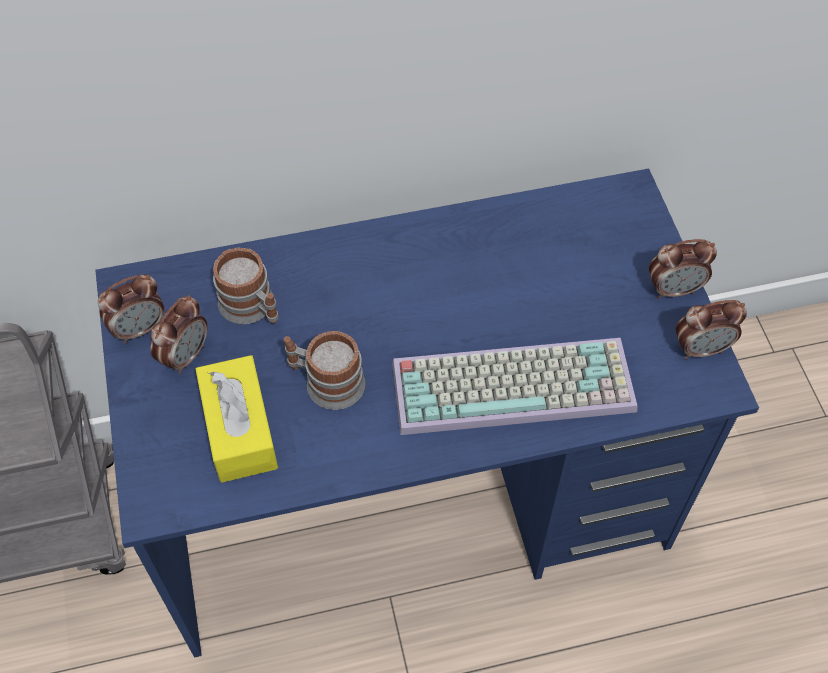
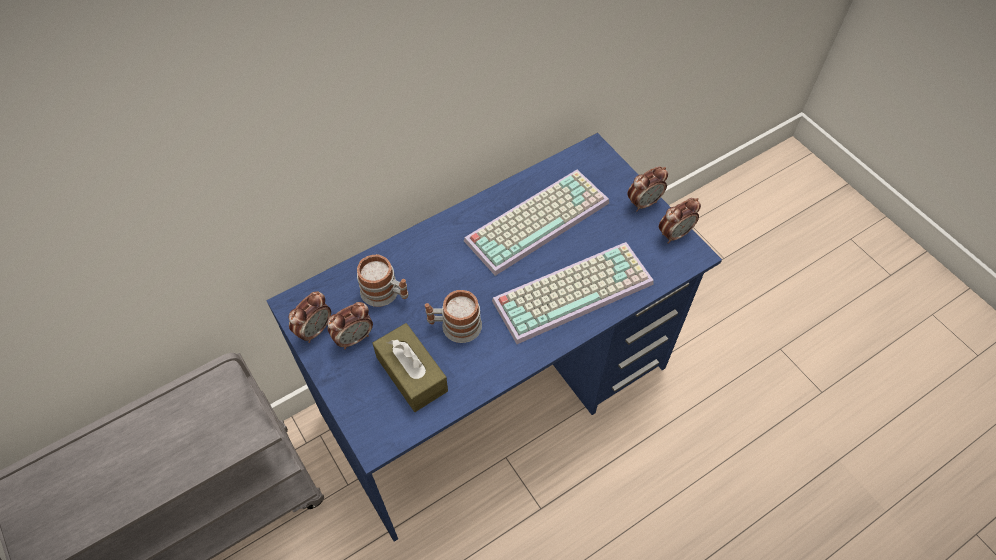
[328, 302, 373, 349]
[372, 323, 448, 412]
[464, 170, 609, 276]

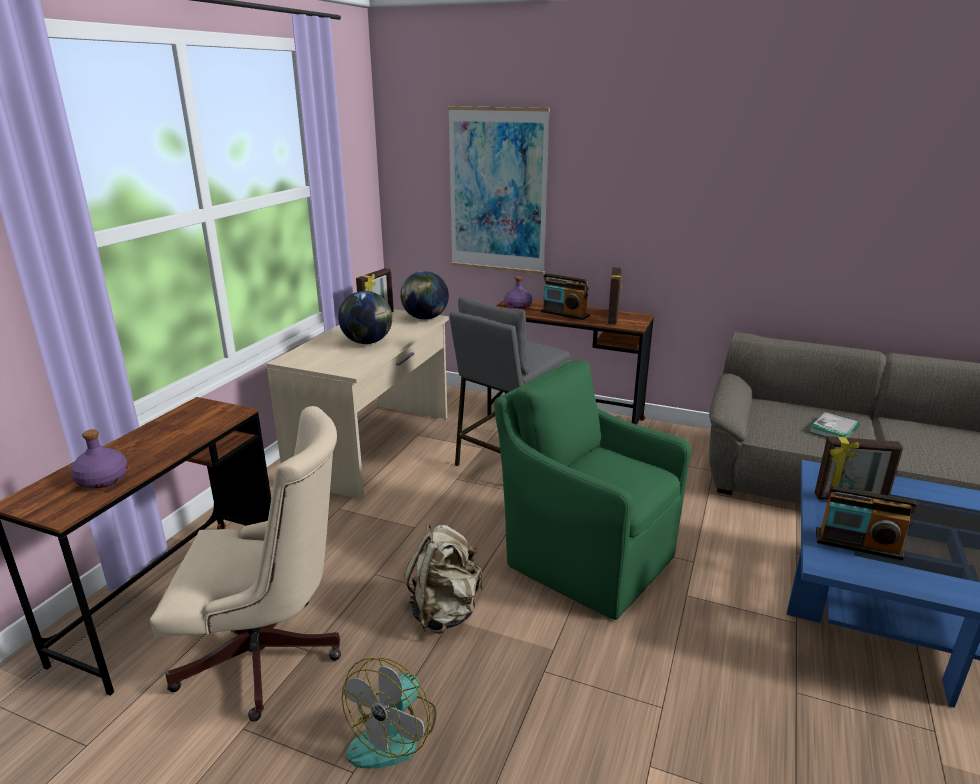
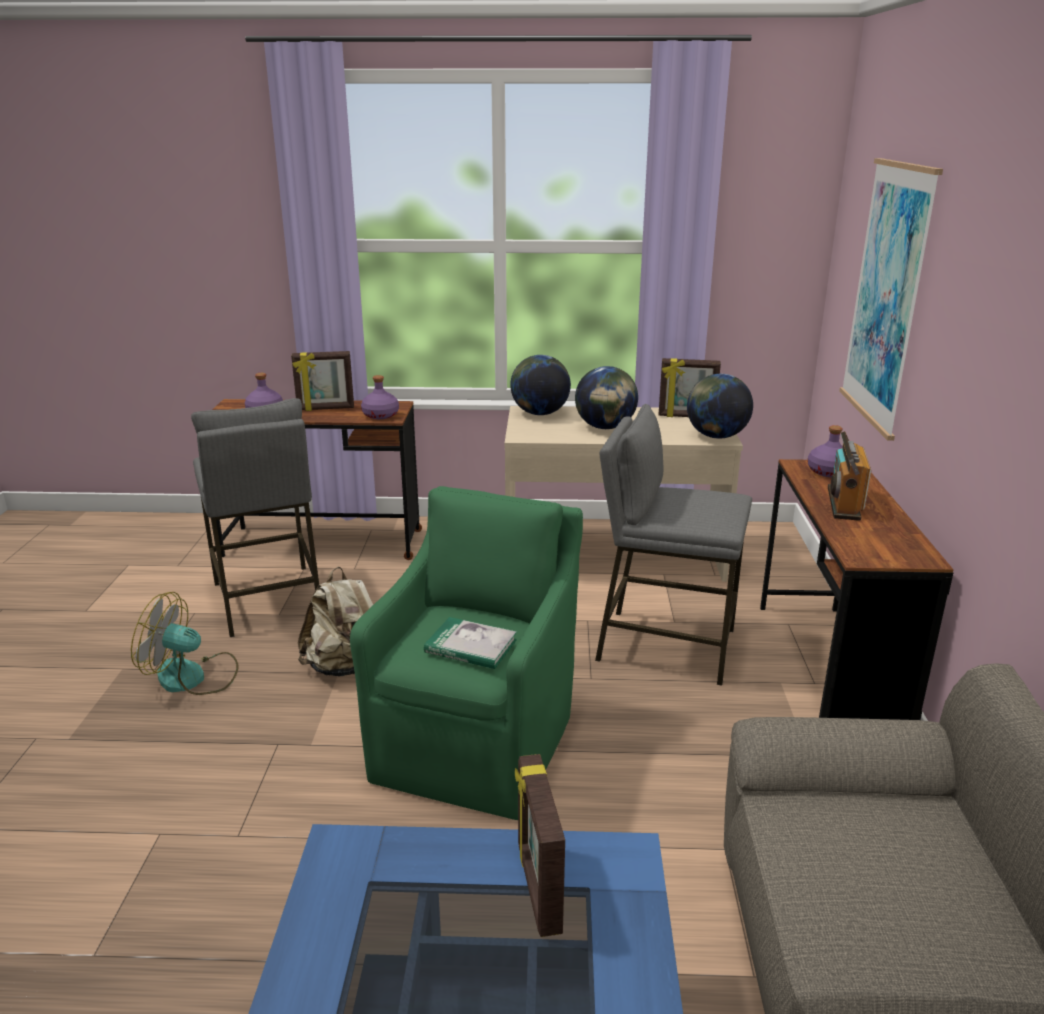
[191, 398, 319, 637]
[291, 351, 354, 411]
[361, 375, 399, 419]
[424, 617, 517, 669]
[510, 355, 571, 415]
[816, 486, 917, 560] (first image)

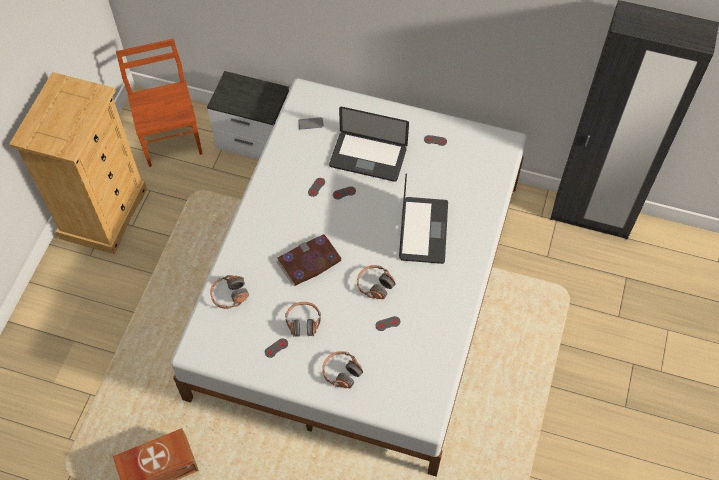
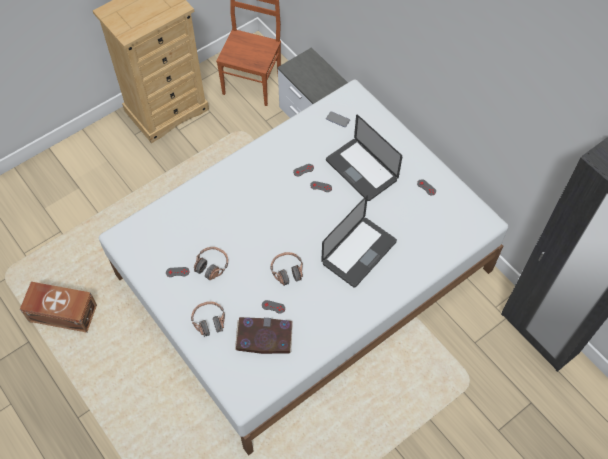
[235, 317, 293, 354]
[210, 275, 249, 309] (first image)

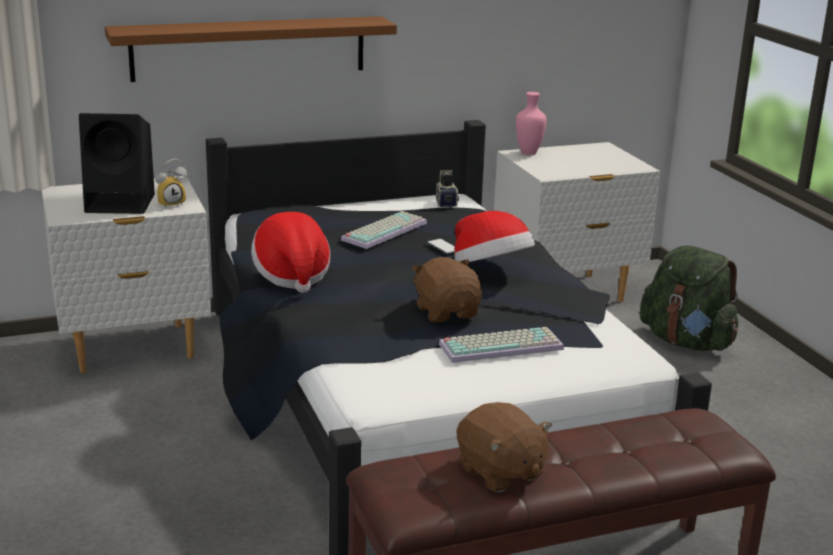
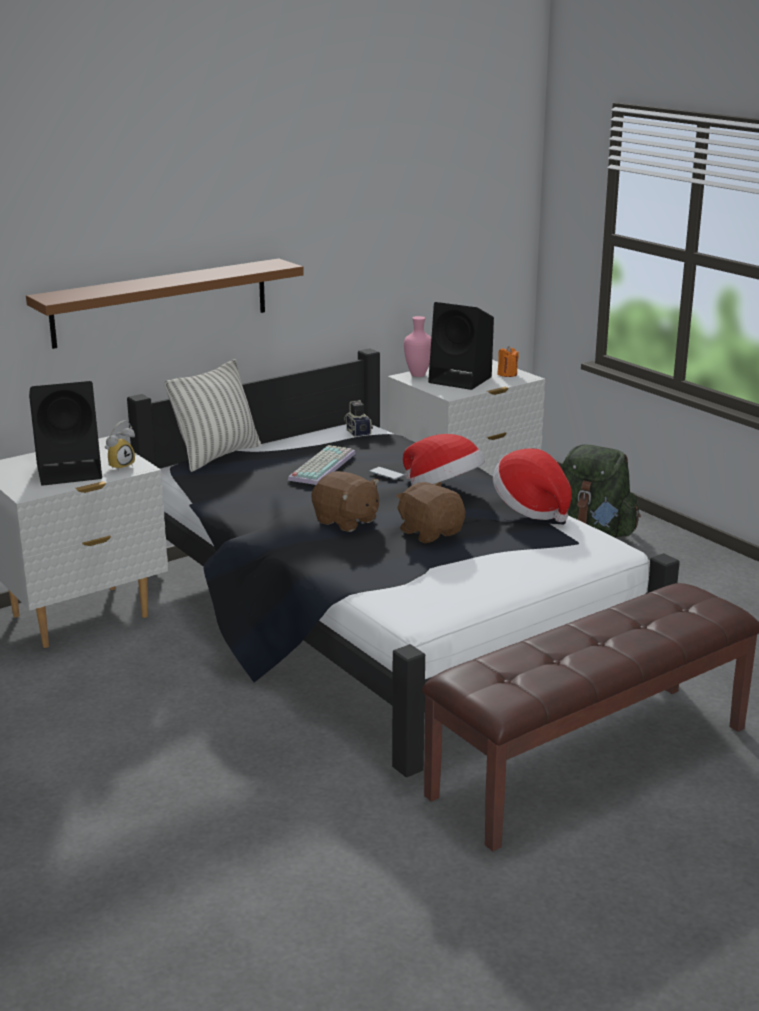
[165, 359, 261, 472]
[311, 471, 379, 532]
[428, 302, 494, 390]
[493, 448, 572, 522]
[497, 346, 519, 377]
[439, 327, 564, 363] (first image)

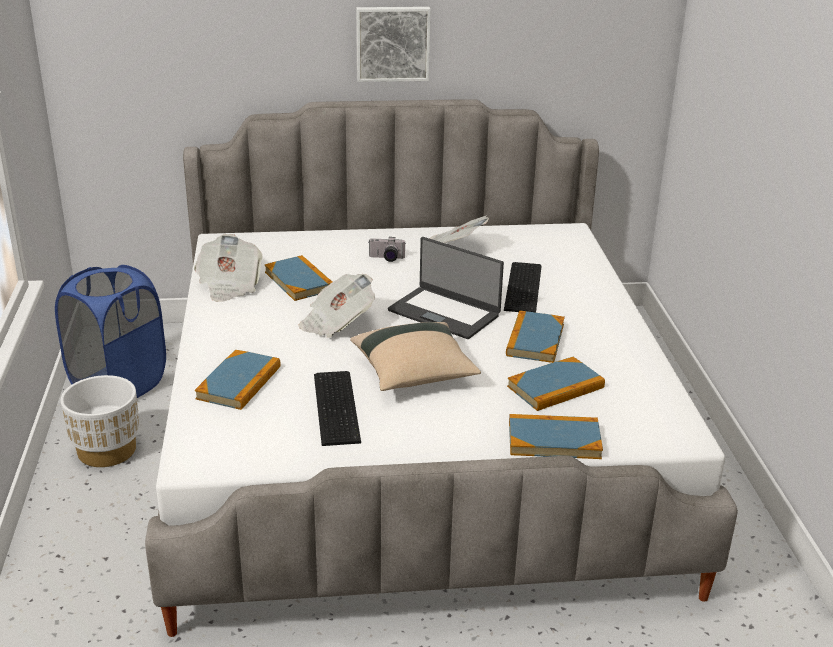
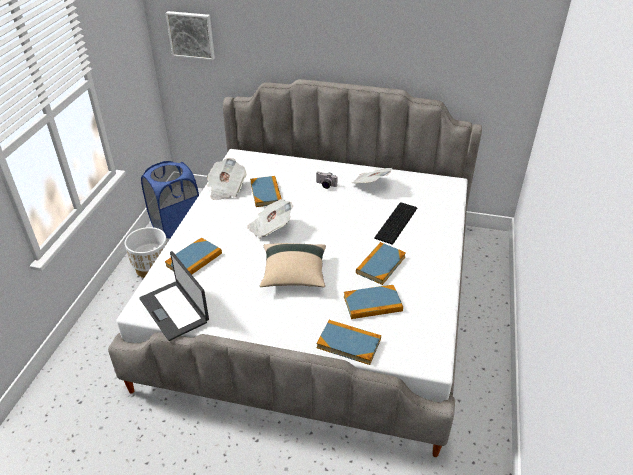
[139, 251, 209, 341]
[166, 11, 215, 60]
[314, 371, 361, 446] (first image)

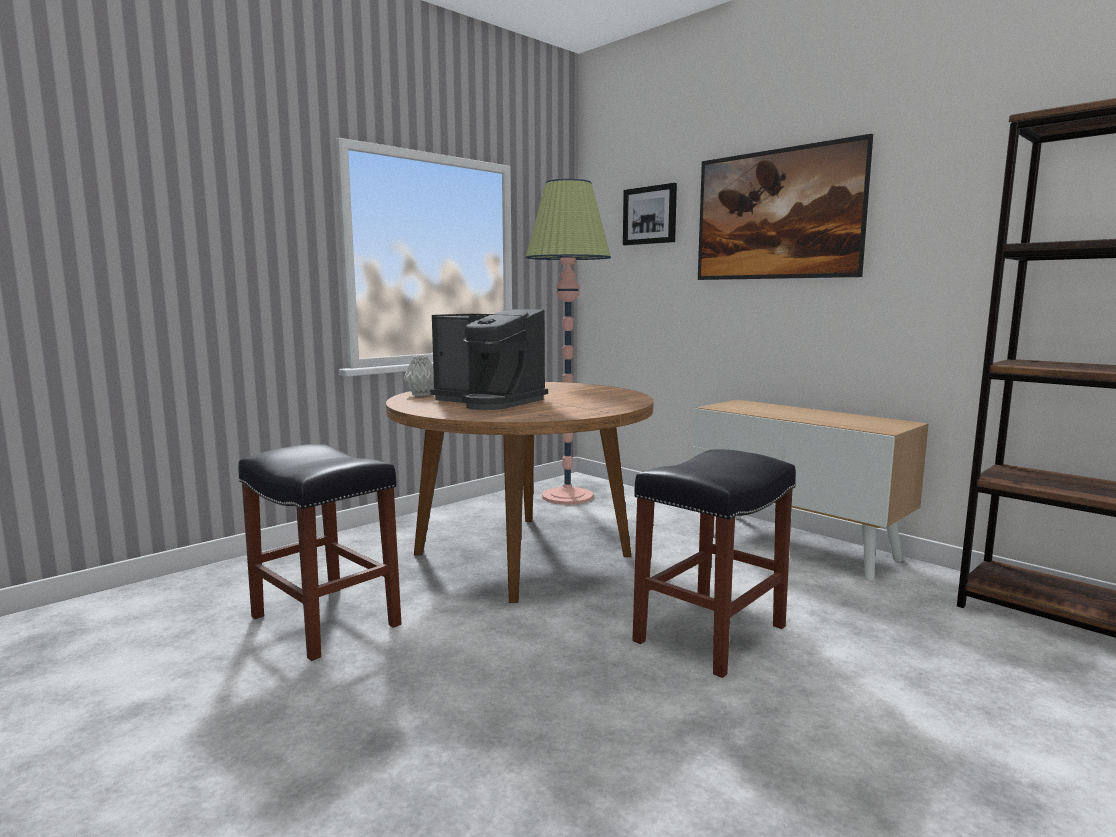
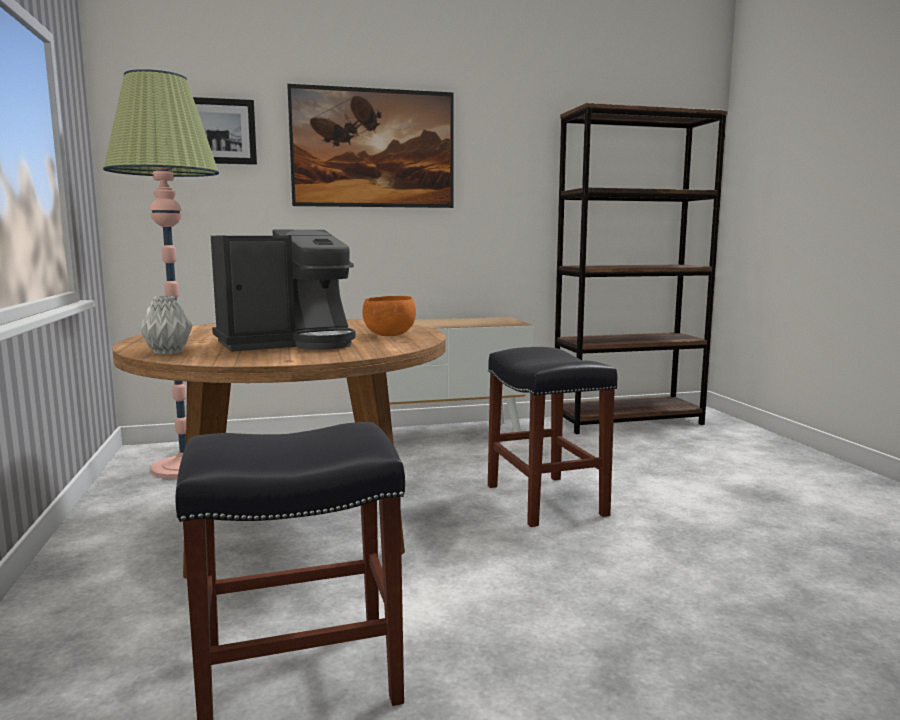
[363, 296, 416, 336]

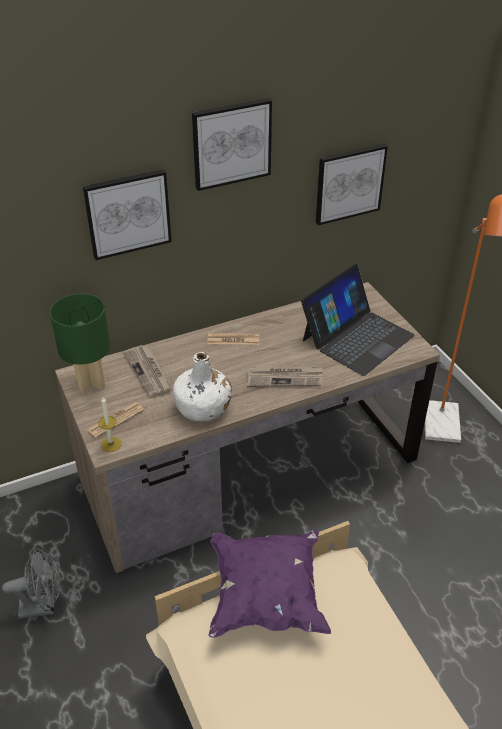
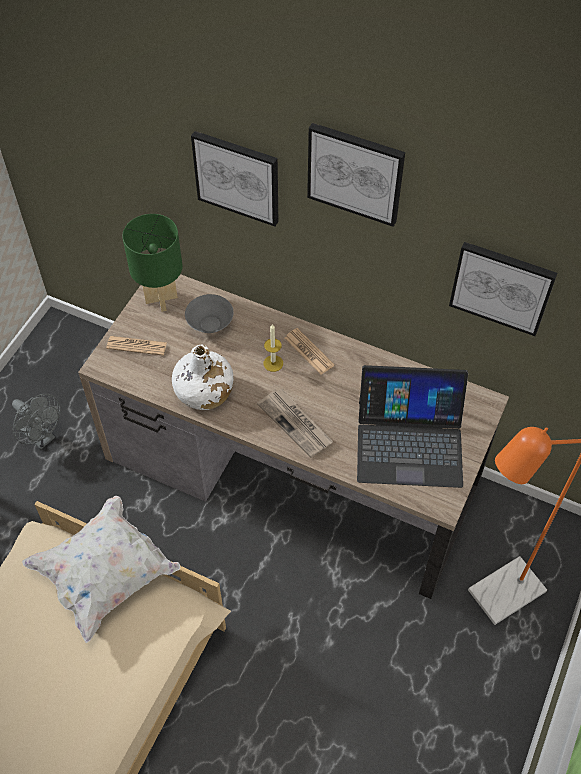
[22, 496, 180, 643]
[185, 294, 234, 333]
[263, 324, 283, 372]

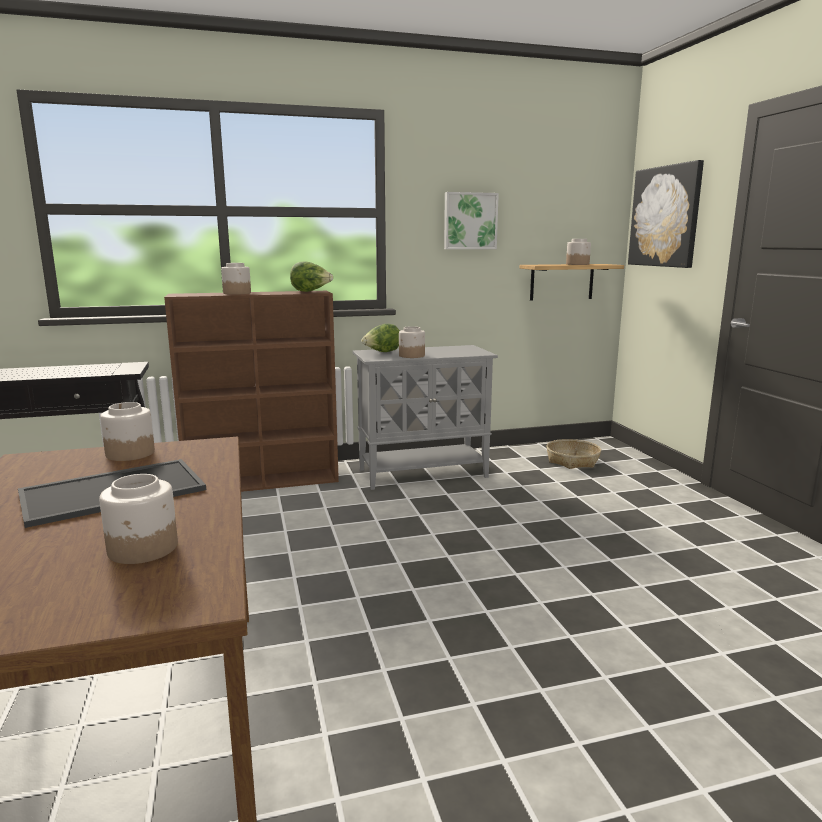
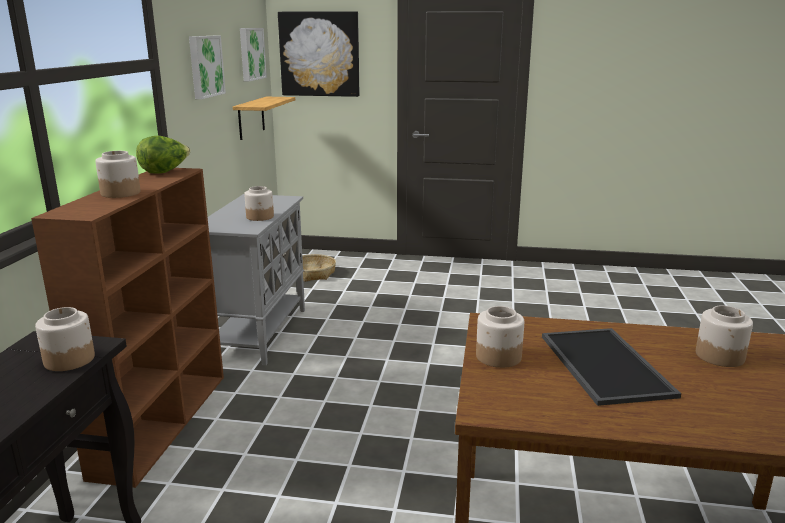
[35, 307, 95, 371]
[240, 28, 267, 81]
[361, 324, 400, 352] (first image)

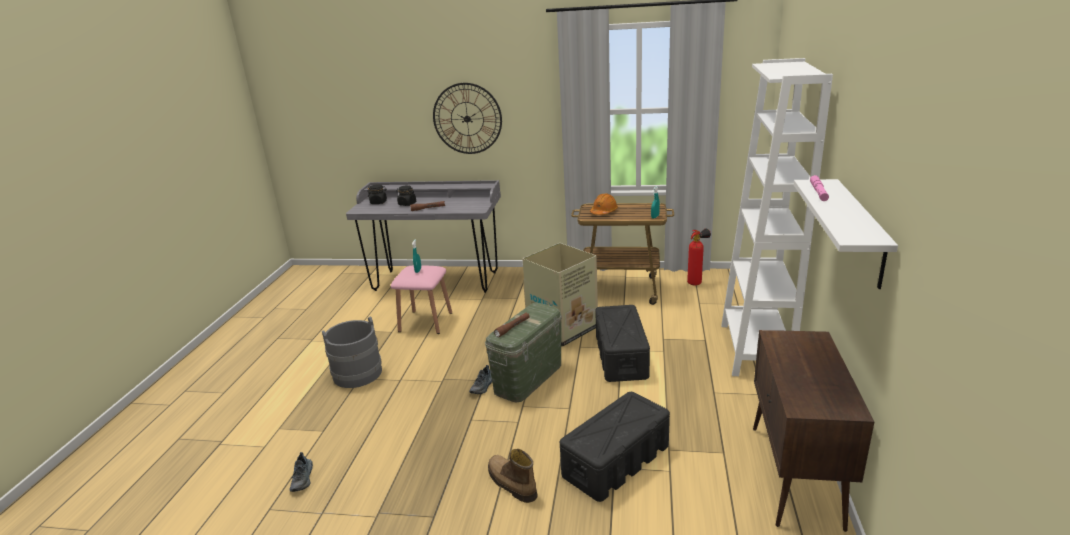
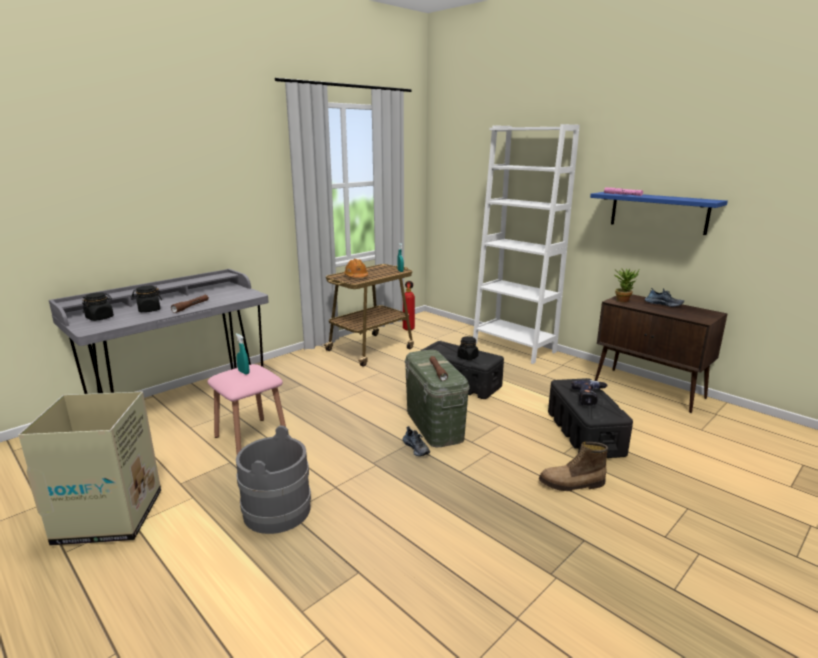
[18, 392, 161, 546]
[457, 336, 479, 360]
[571, 380, 608, 406]
[590, 192, 728, 235]
[613, 268, 639, 302]
[645, 288, 684, 307]
[433, 83, 502, 154] (first image)

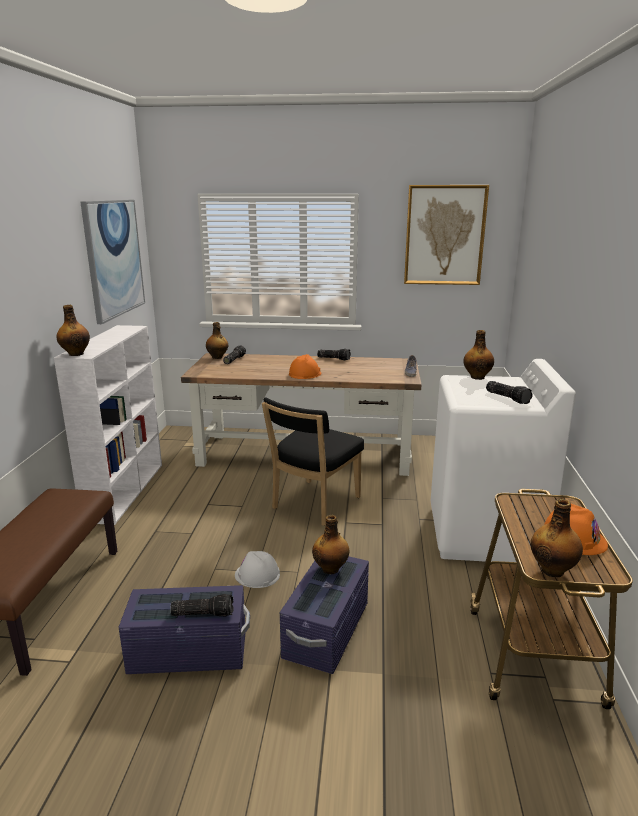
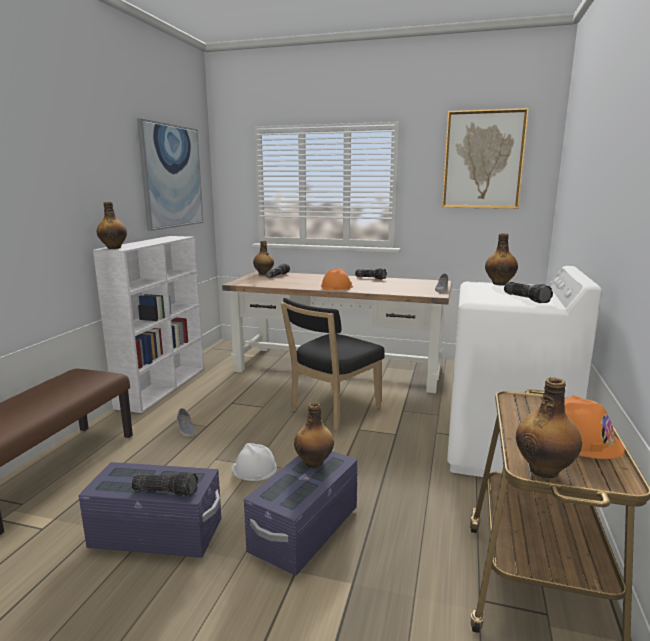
[177, 408, 196, 437]

